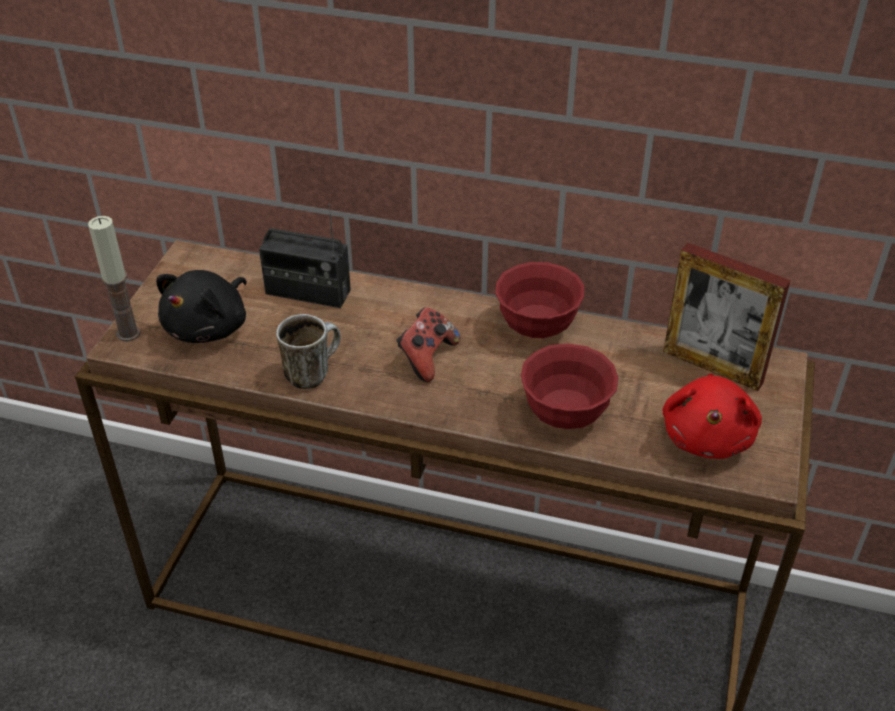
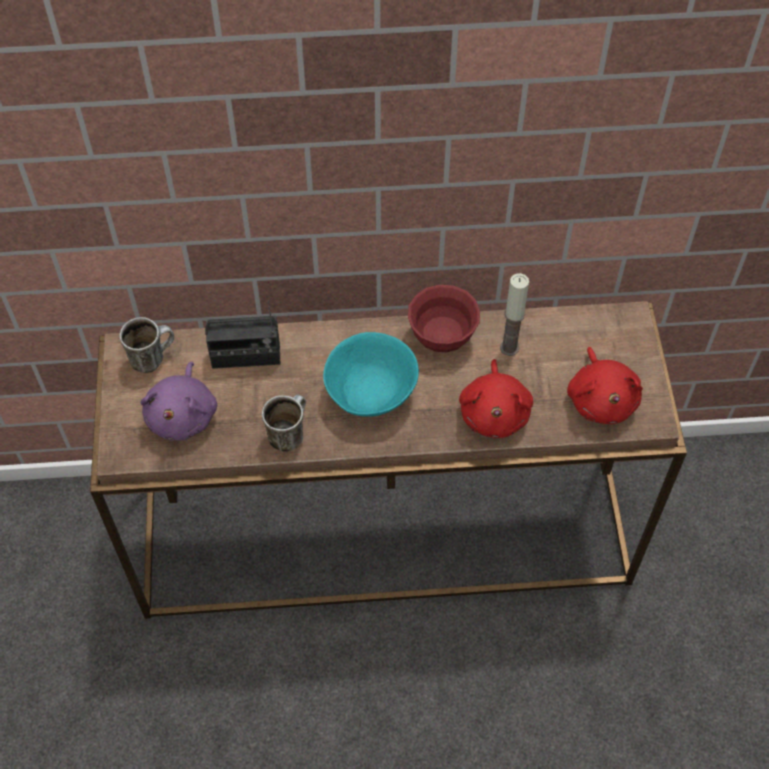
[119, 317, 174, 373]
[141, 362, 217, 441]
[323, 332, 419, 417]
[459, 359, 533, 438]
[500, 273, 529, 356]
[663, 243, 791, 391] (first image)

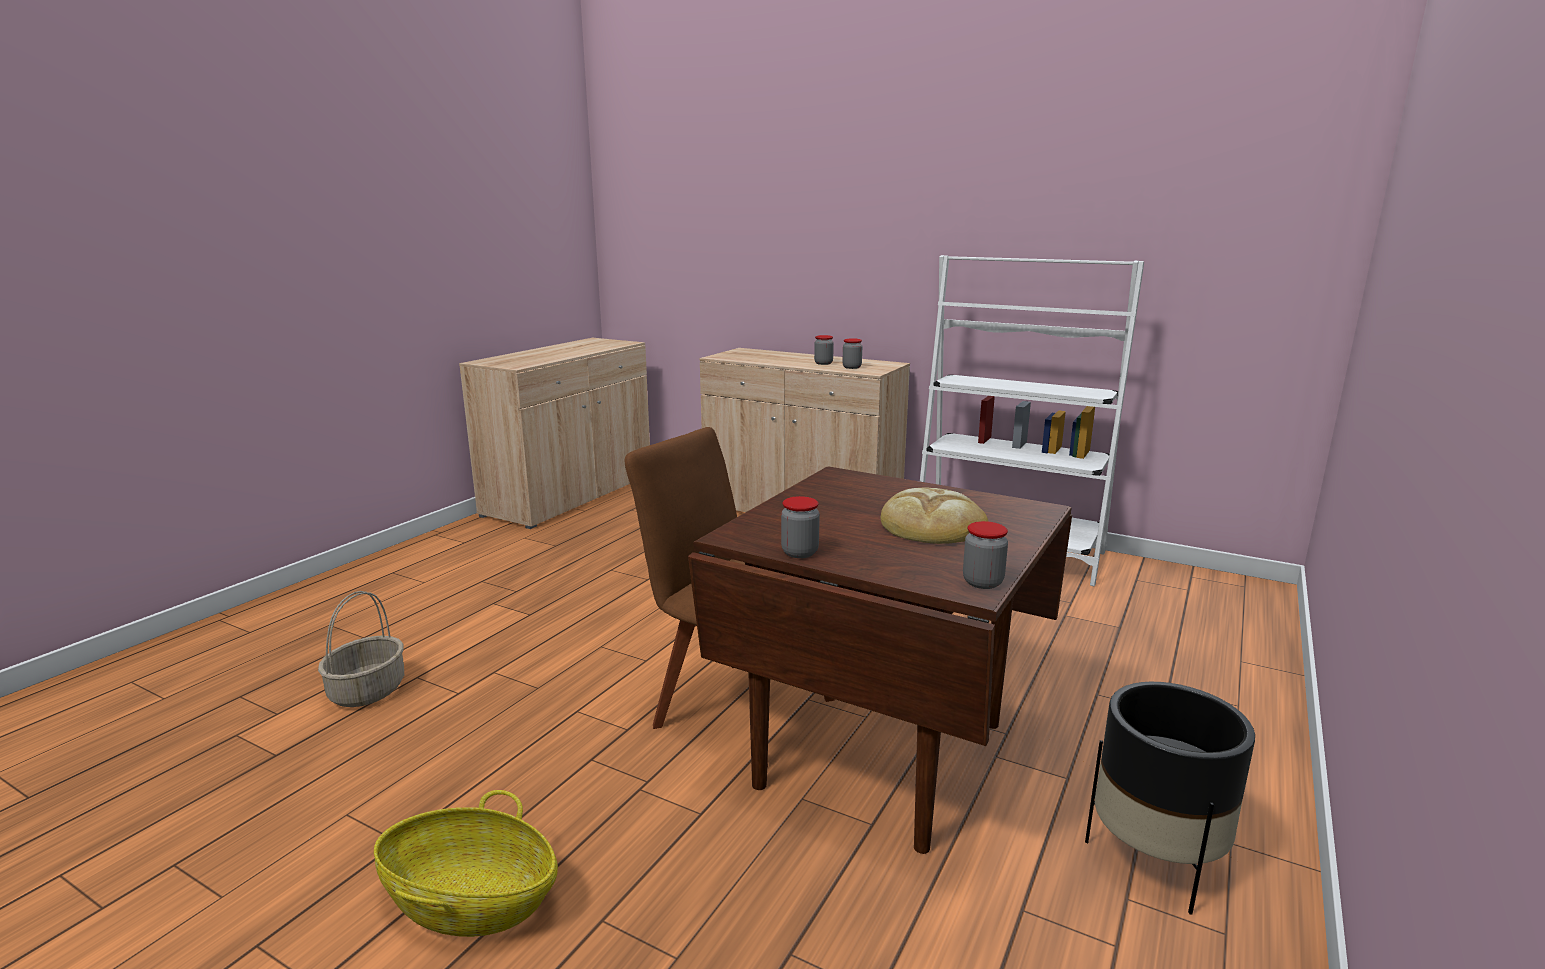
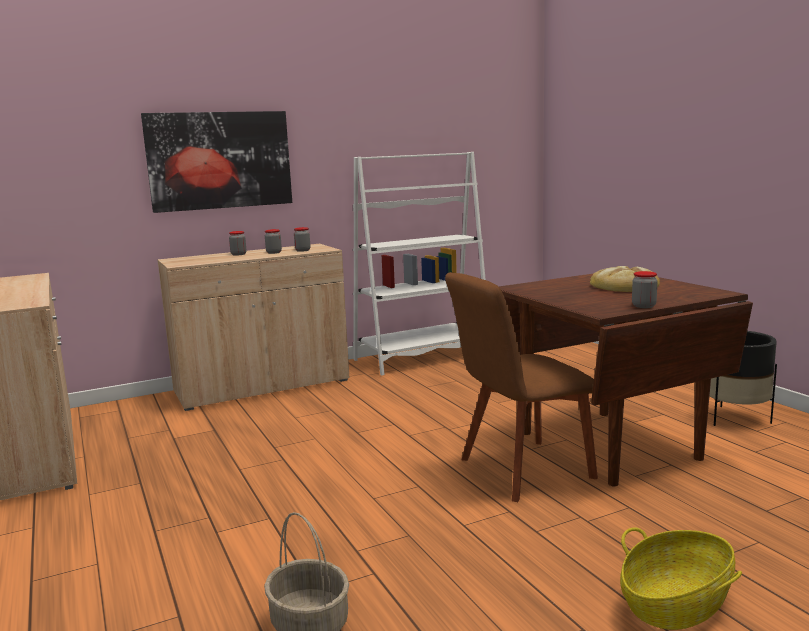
[141, 111, 292, 213]
[229, 231, 246, 256]

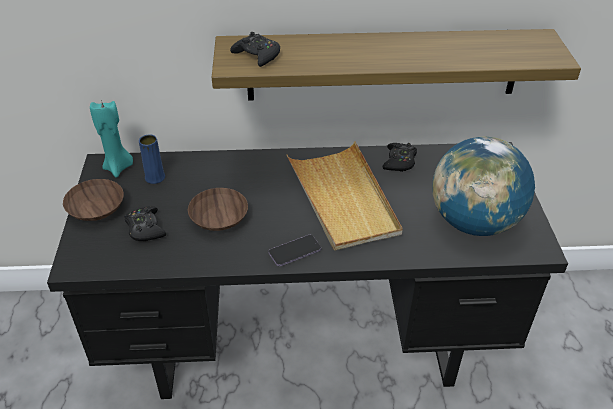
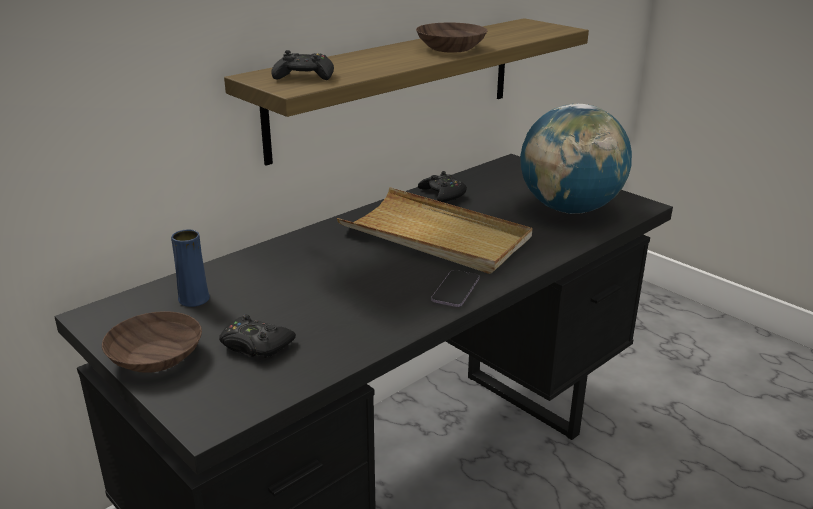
[416, 23, 487, 53]
[90, 100, 133, 178] (first image)

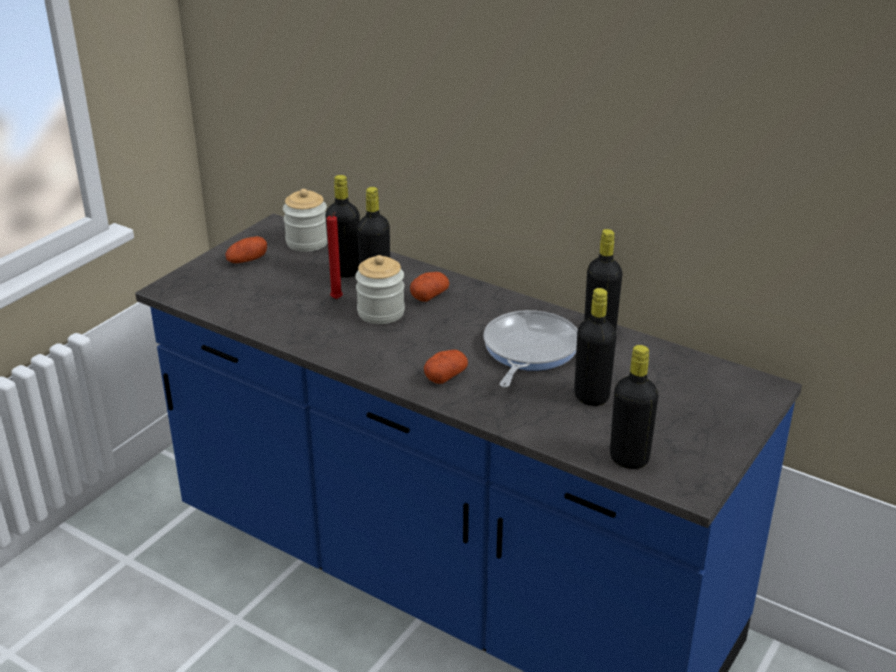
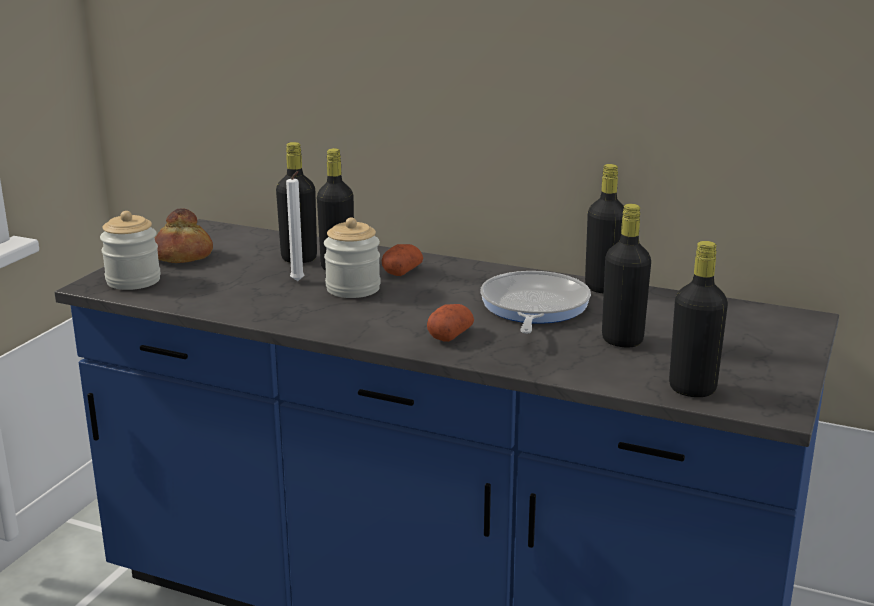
[100, 211, 161, 290]
[155, 208, 213, 263]
[286, 171, 305, 281]

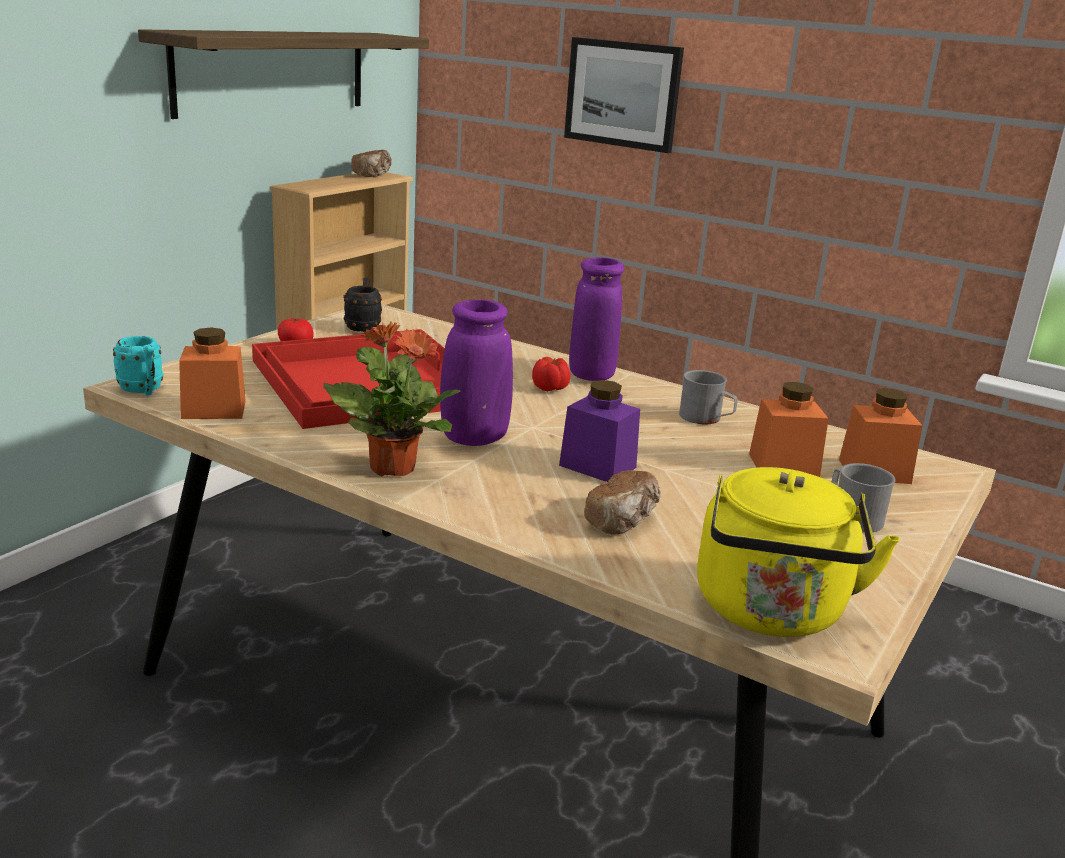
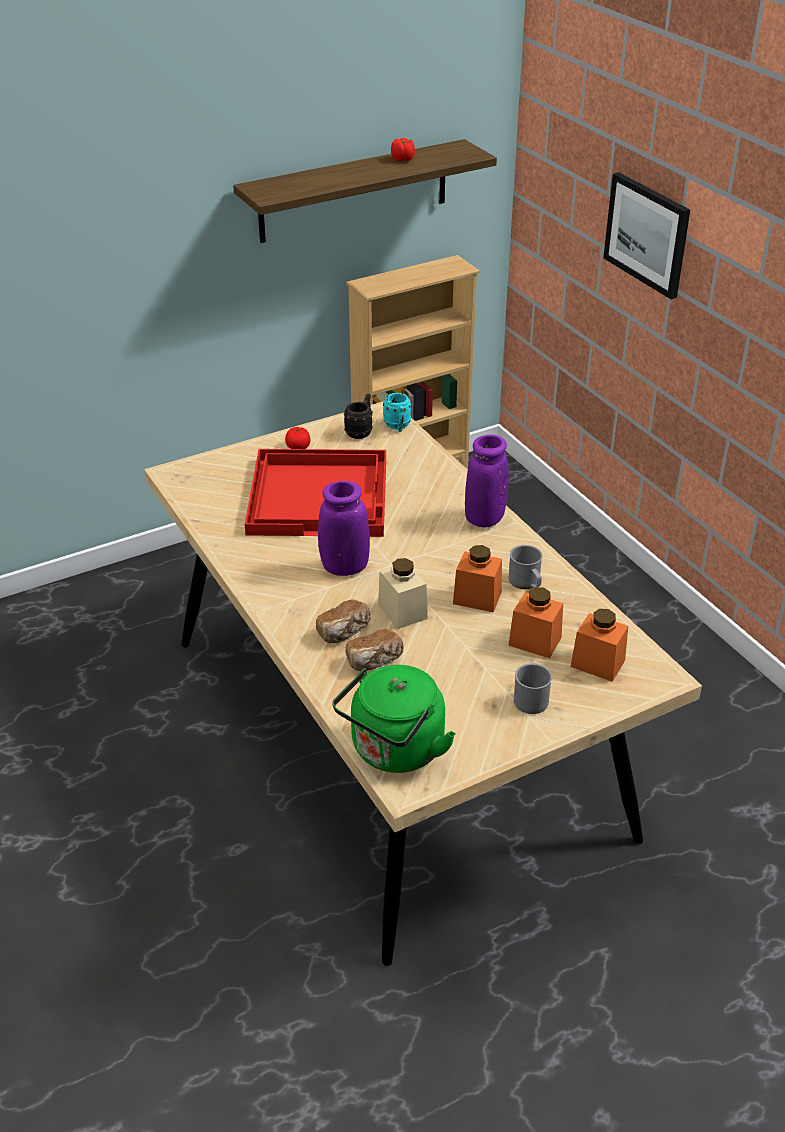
[316, 599, 370, 643]
[333, 665, 456, 773]
[378, 558, 428, 629]
[383, 393, 411, 432]
[391, 138, 415, 161]
[453, 545, 502, 613]
[323, 321, 461, 476] (first image)

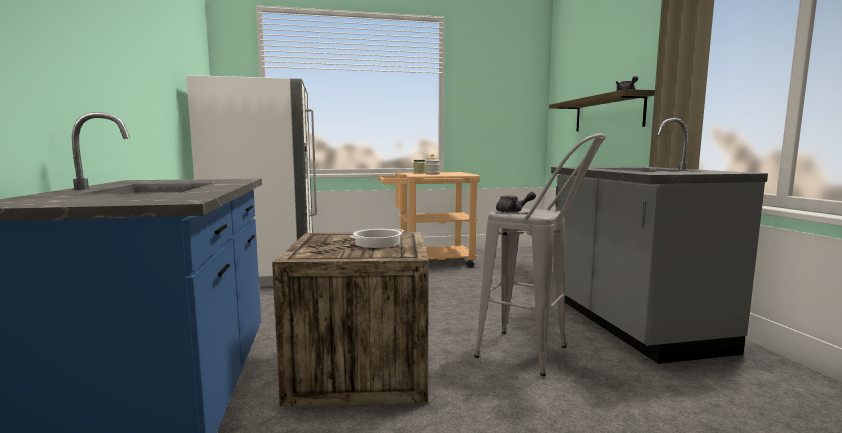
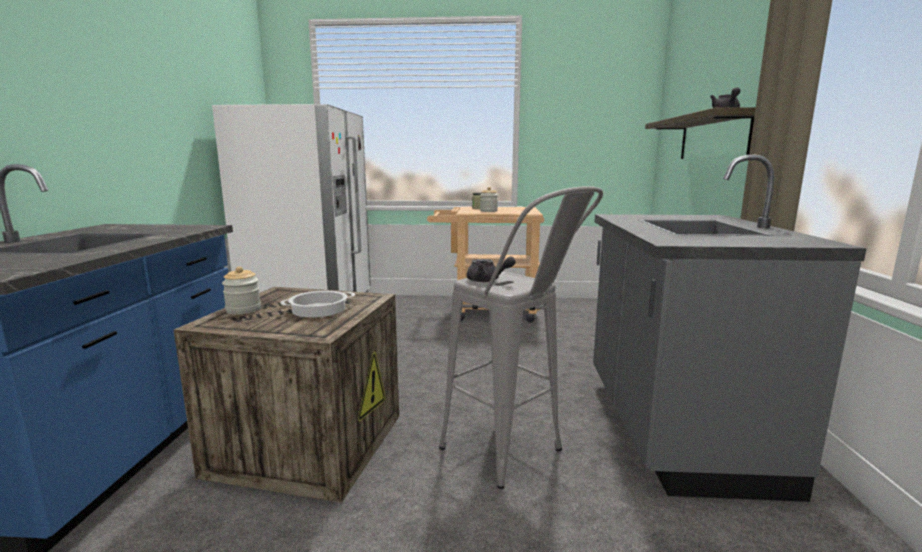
[222, 266, 261, 315]

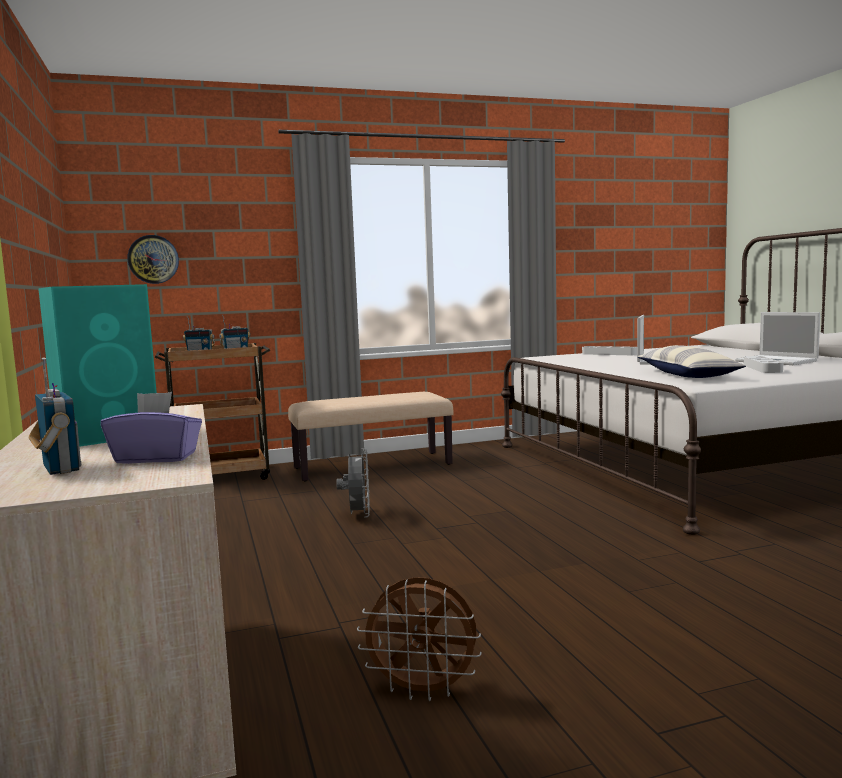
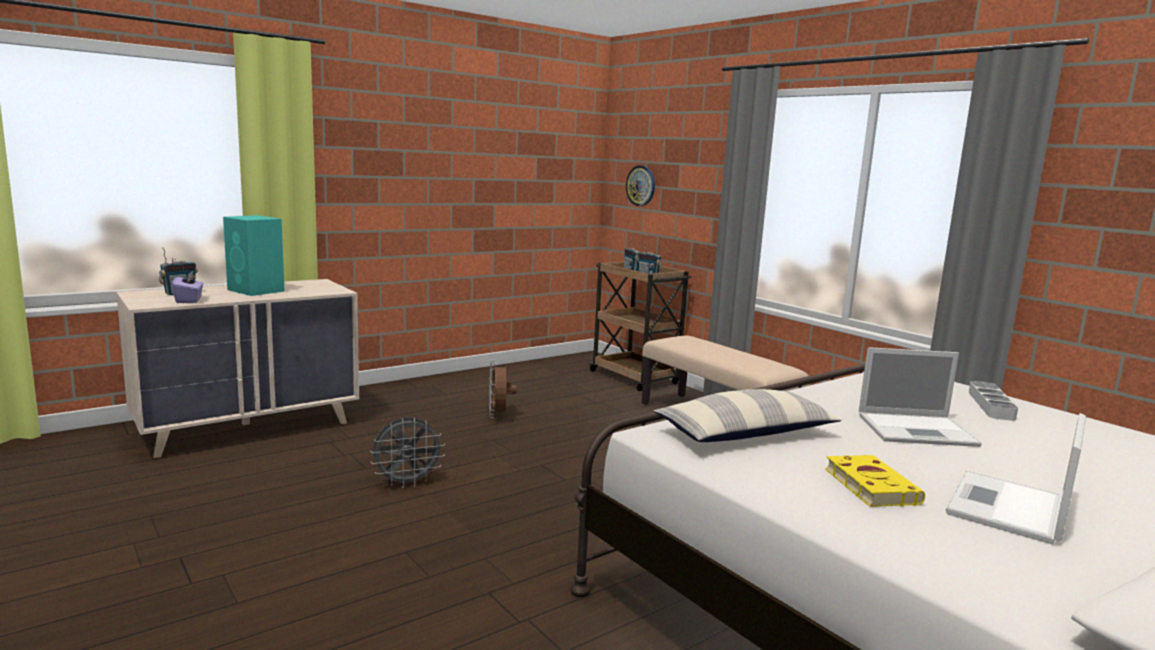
[370, 417, 445, 488]
[489, 361, 517, 418]
[825, 455, 925, 507]

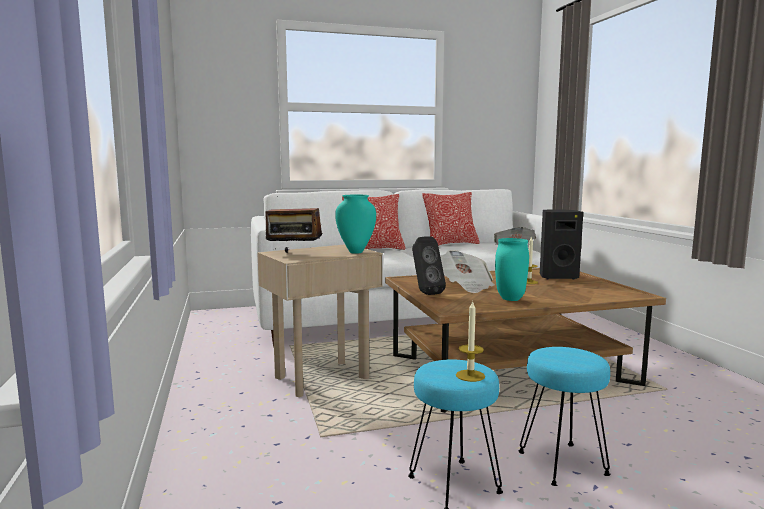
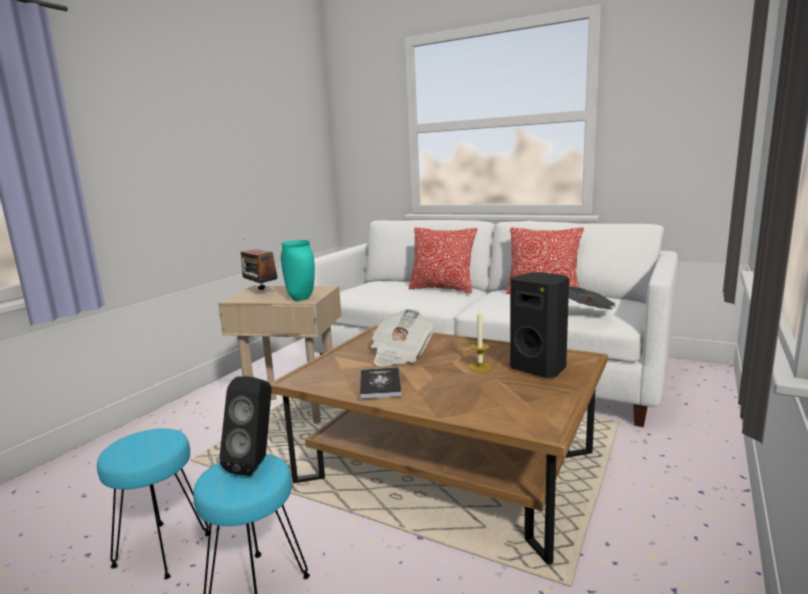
[219, 376, 272, 476]
[360, 367, 402, 399]
[456, 300, 485, 382] (first image)

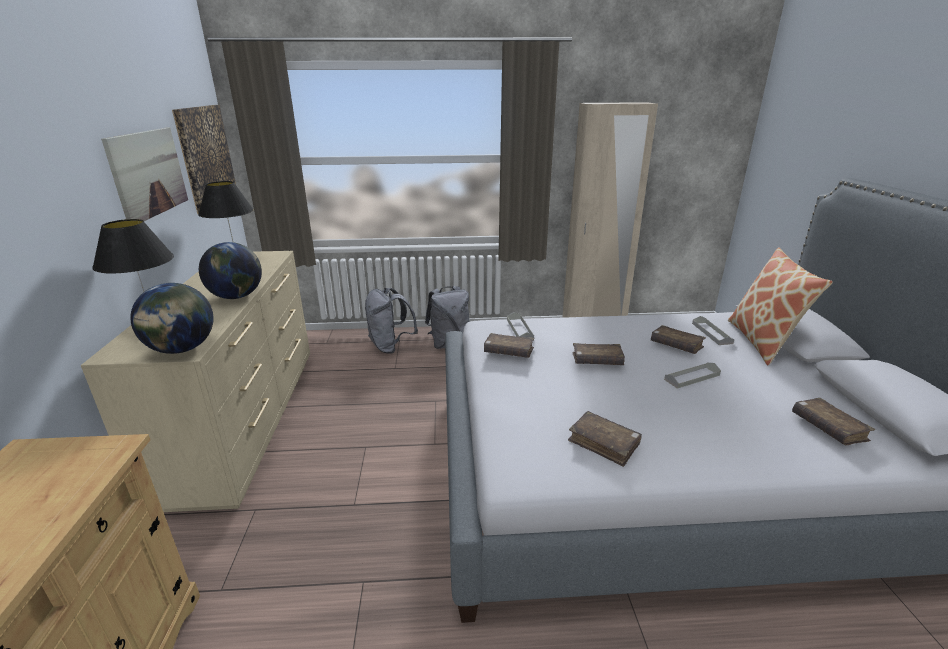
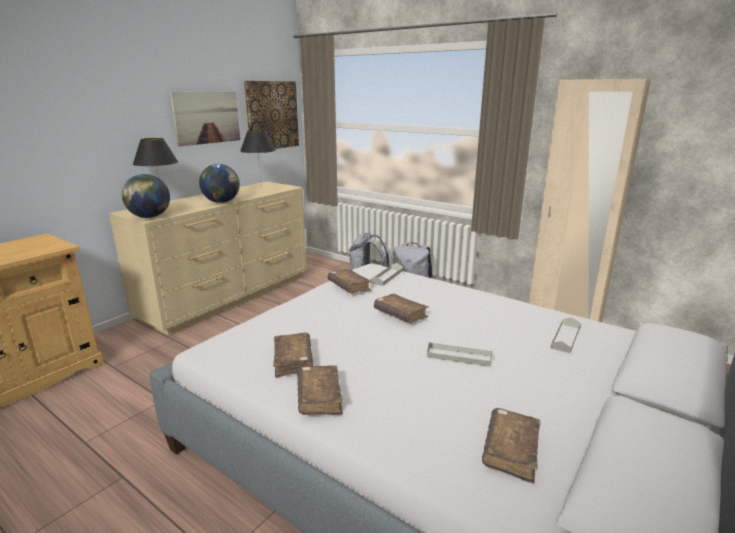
[297, 365, 343, 415]
[728, 247, 833, 365] (first image)

